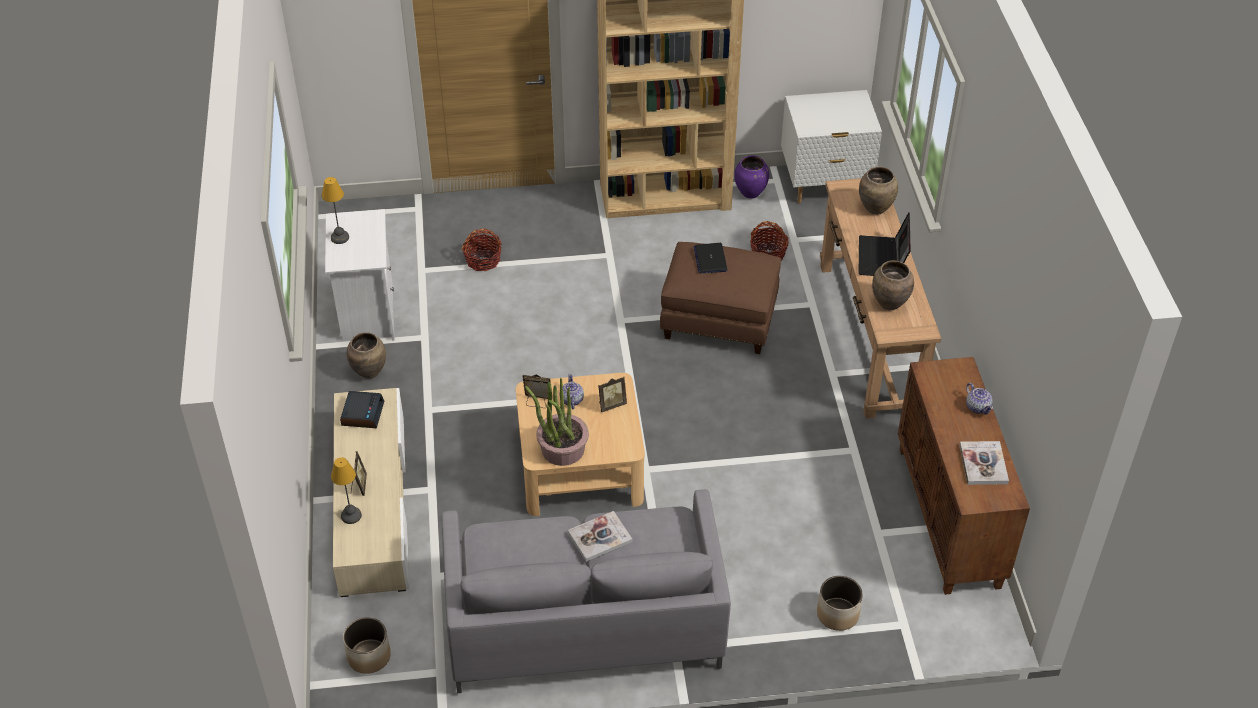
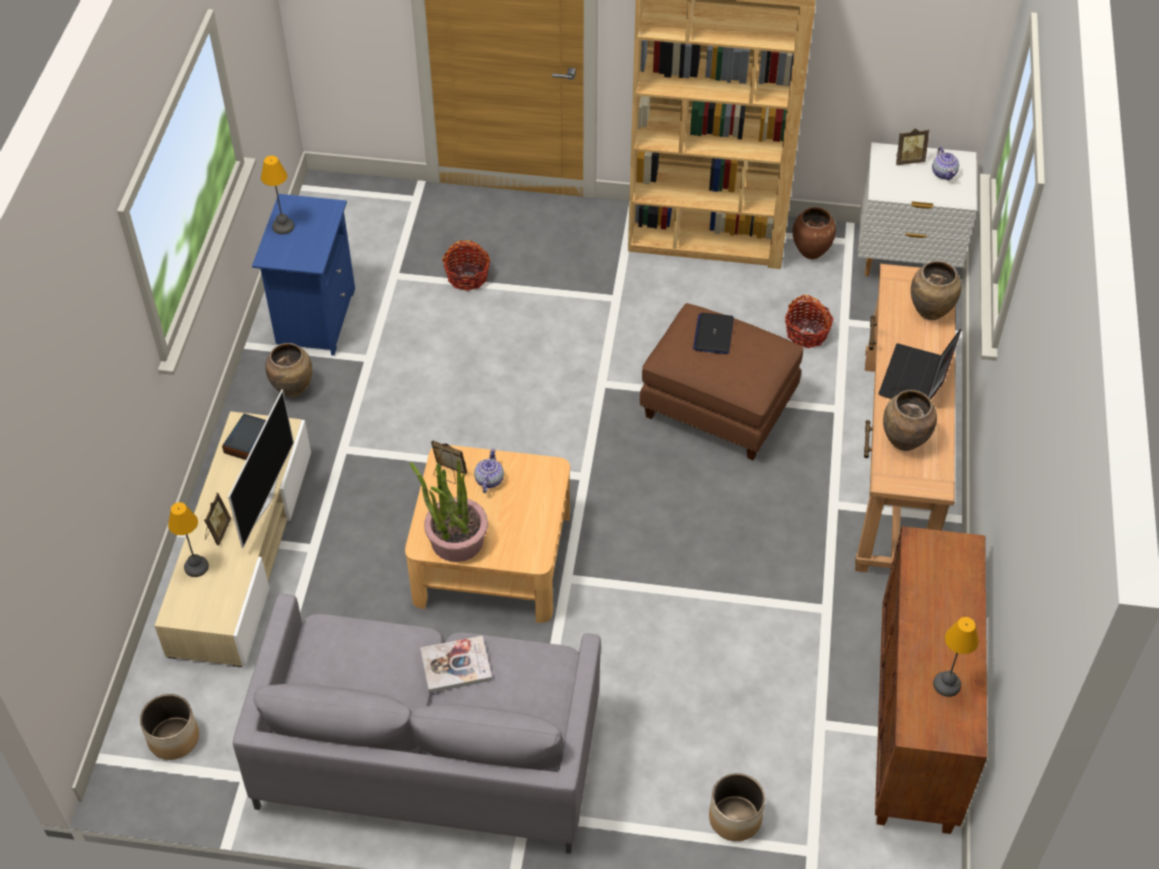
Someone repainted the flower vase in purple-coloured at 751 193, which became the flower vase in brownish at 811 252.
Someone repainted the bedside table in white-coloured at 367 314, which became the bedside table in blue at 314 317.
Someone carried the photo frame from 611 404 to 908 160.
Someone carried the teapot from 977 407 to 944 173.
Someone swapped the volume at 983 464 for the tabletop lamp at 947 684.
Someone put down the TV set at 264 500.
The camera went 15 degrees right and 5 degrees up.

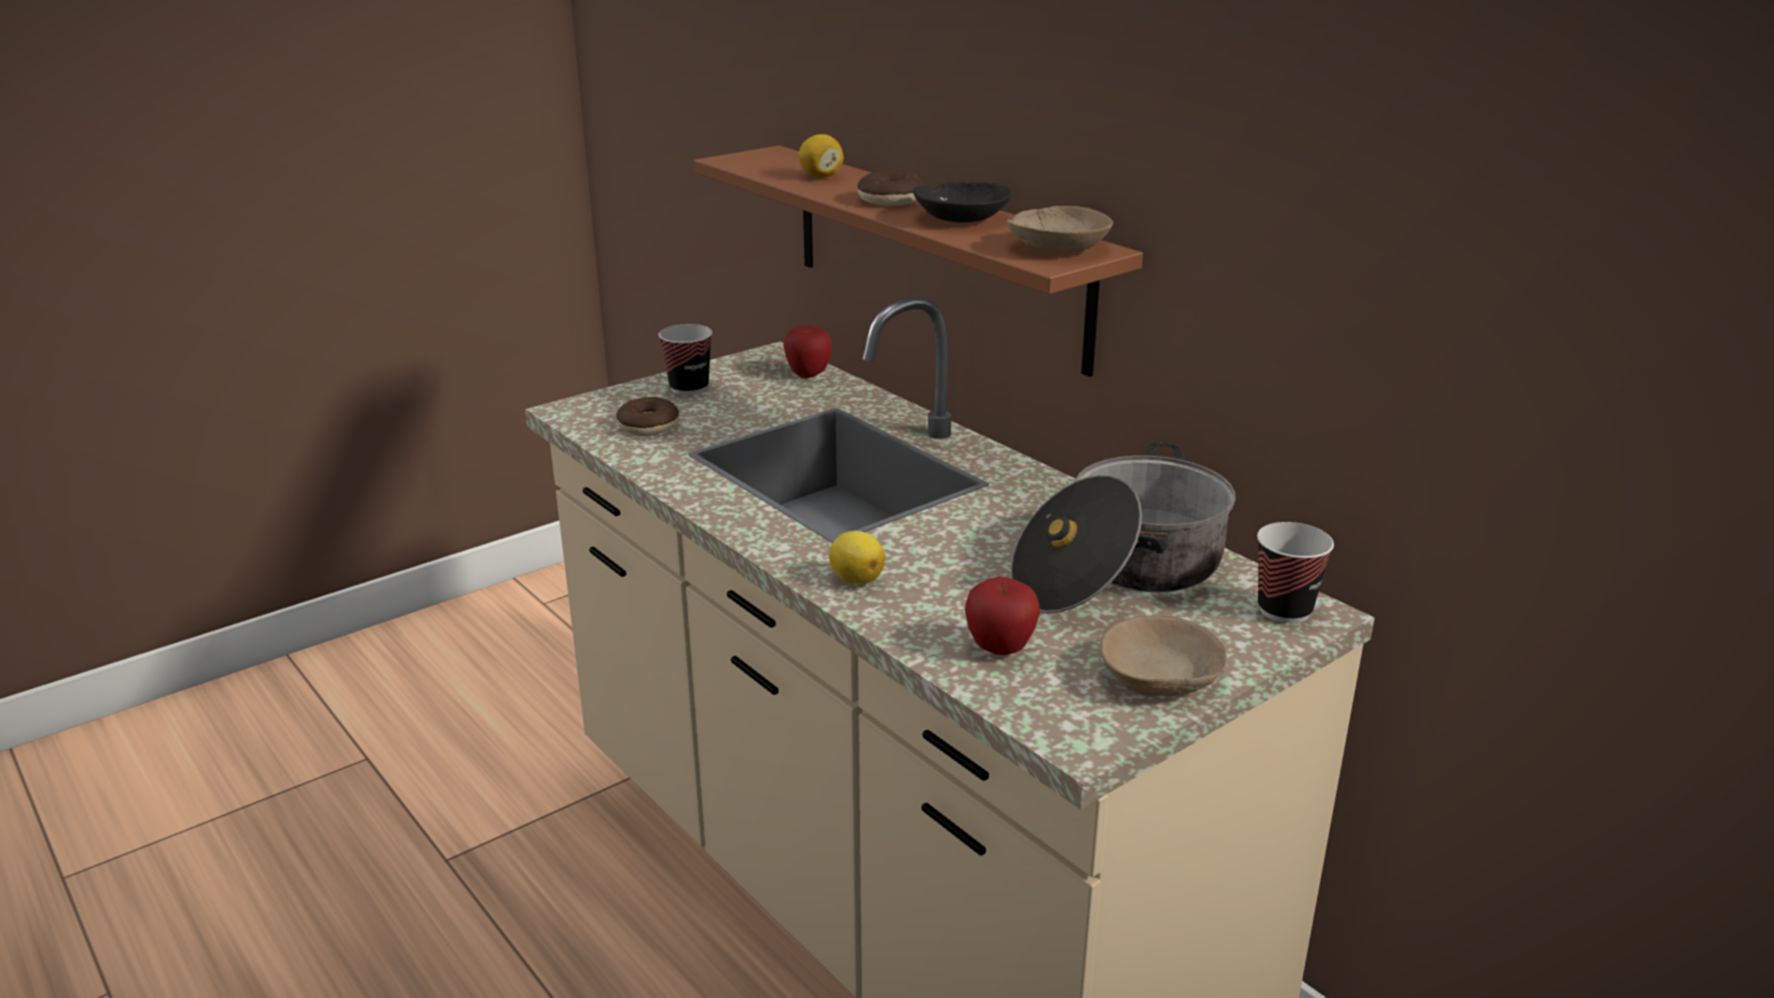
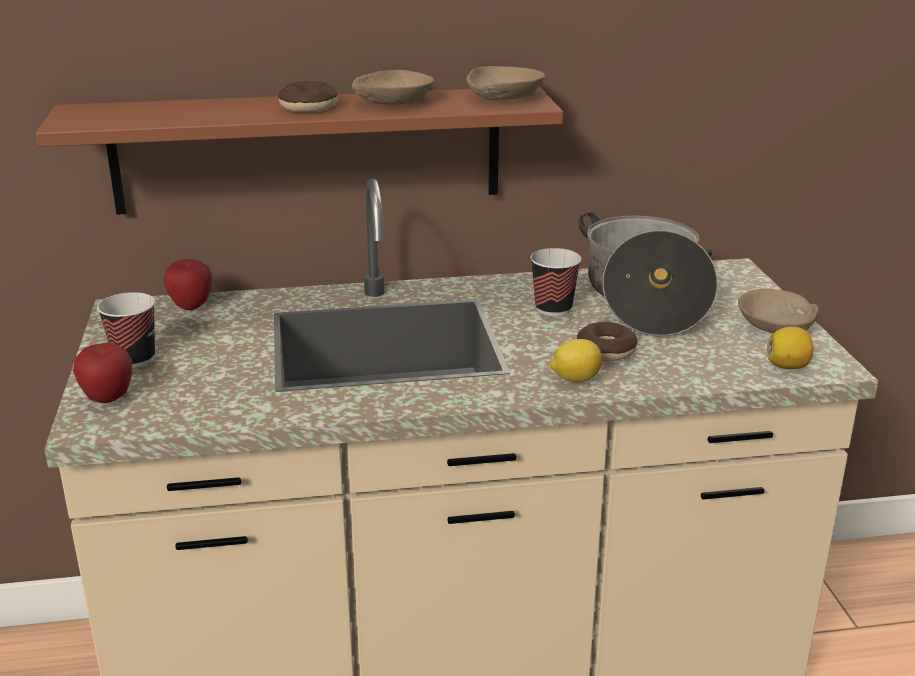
Someone carried the lemon from 820 176 to 788 366.
Someone repainted the serving bowl in black at 960 218, which became the serving bowl in sand-coloured at 393 102.
Someone carried the donut from 648 426 to 606 350.
Someone carried the cup from 1284 610 to 553 309.
Someone carried the apple fruit from 1000 649 to 108 398.
The camera went 60 degrees left and 0 degrees up.

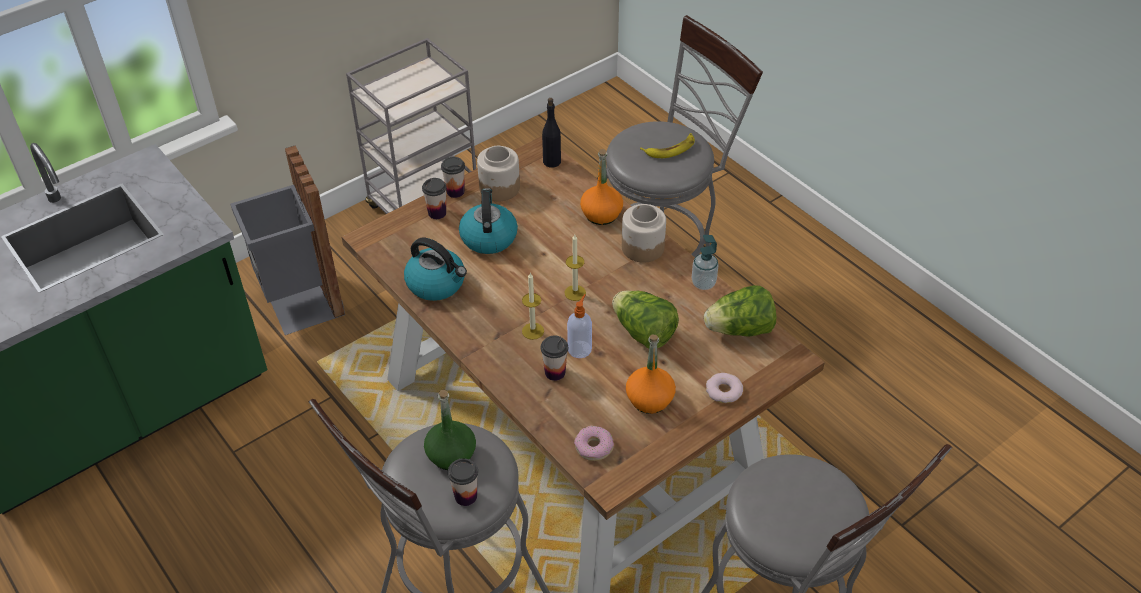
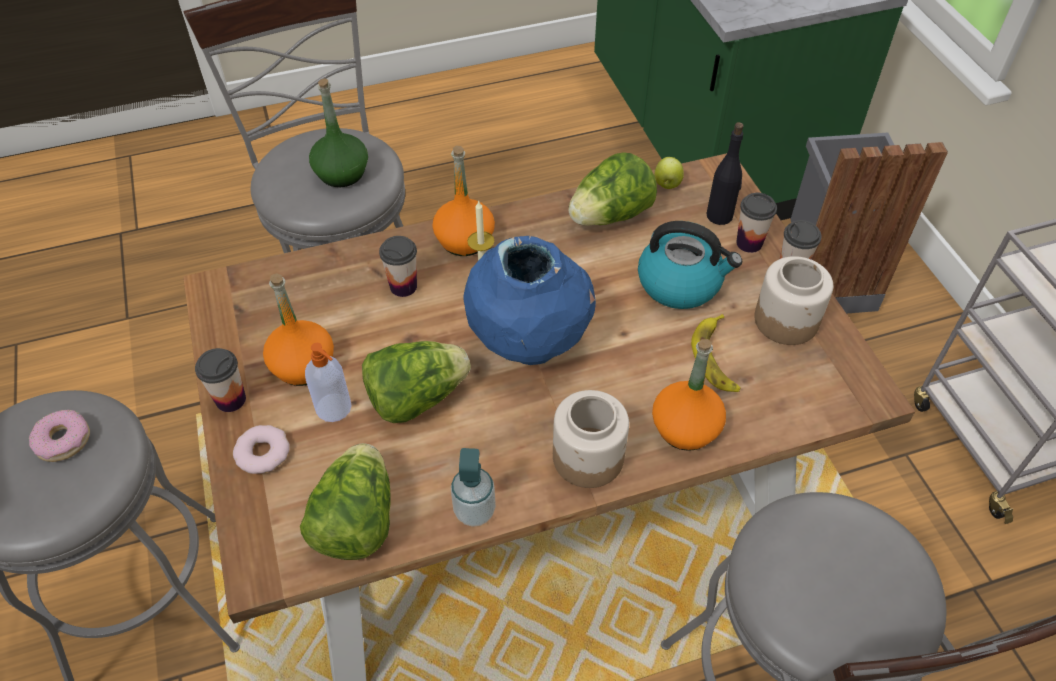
Someone carried the drink bottle in black from 551 161 to 720 216.
Someone carried the whole banana from 670 149 to 716 358.
Someone swapped the candle at 575 293 for the flower vase in blue at 530 345.
Someone swapped the kettle at 437 283 for the lettuce at 610 216.
Someone carried the liquid soap bottle from 580 348 to 334 408.
Someone carried the donut from 594 447 to 63 440.
Someone carried the cup from 466 496 to 231 399.
Someone put down the drink bottle in orange-coloured at 465 240.
Someone put down the apple fruit at 667 184.
The camera went 110 degrees right and 5 degrees up.

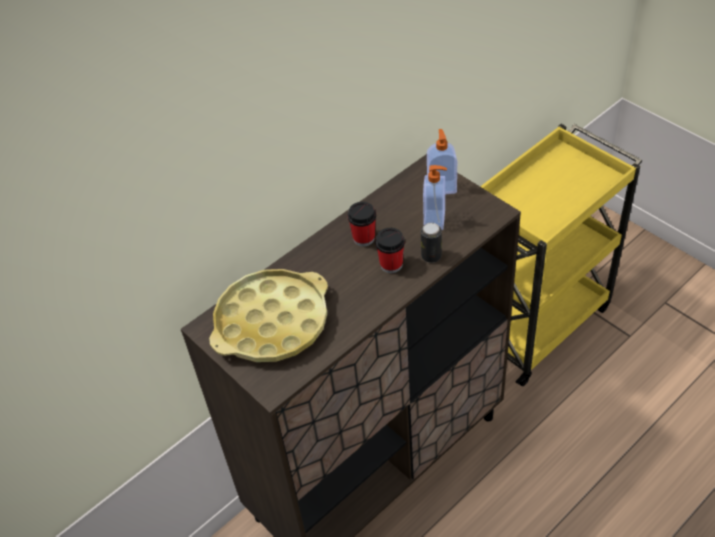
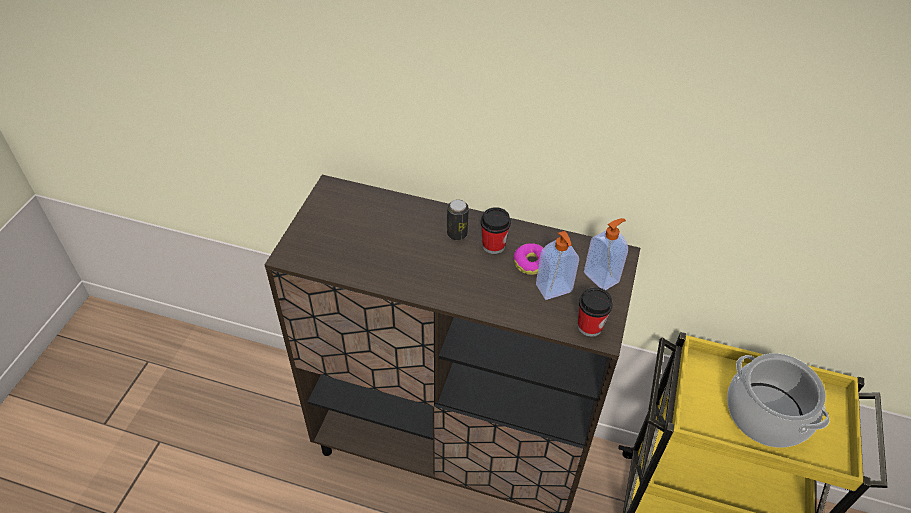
Someone carried the can from 431 256 to 457 234.
Someone carried the cup from 391 265 to 589 326.
Someone took away the carrying tray in yellow-coloured at 272 322.
Someone put down the donut at 530 263.
Someone put down the cooking pot at 766 414.
The camera went 55 degrees right and 0 degrees up.

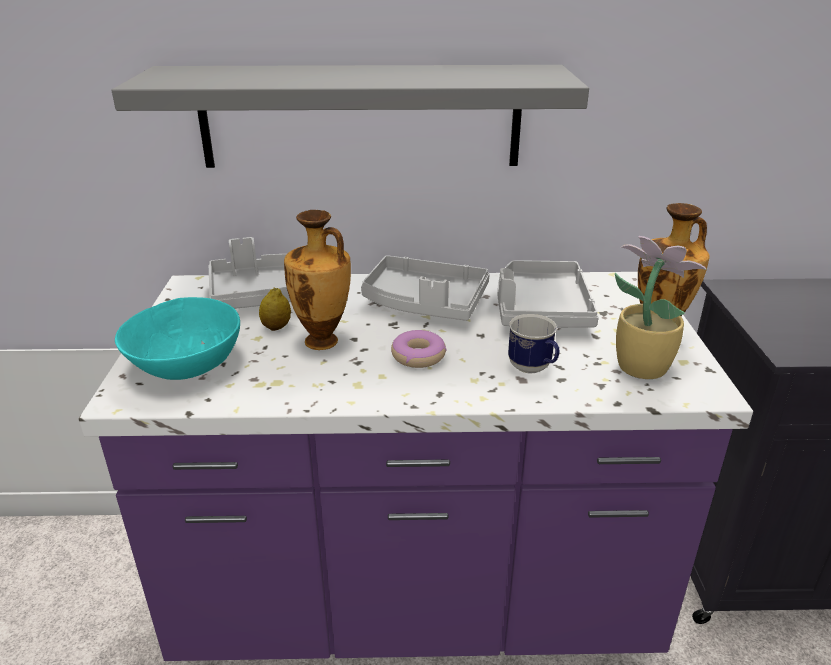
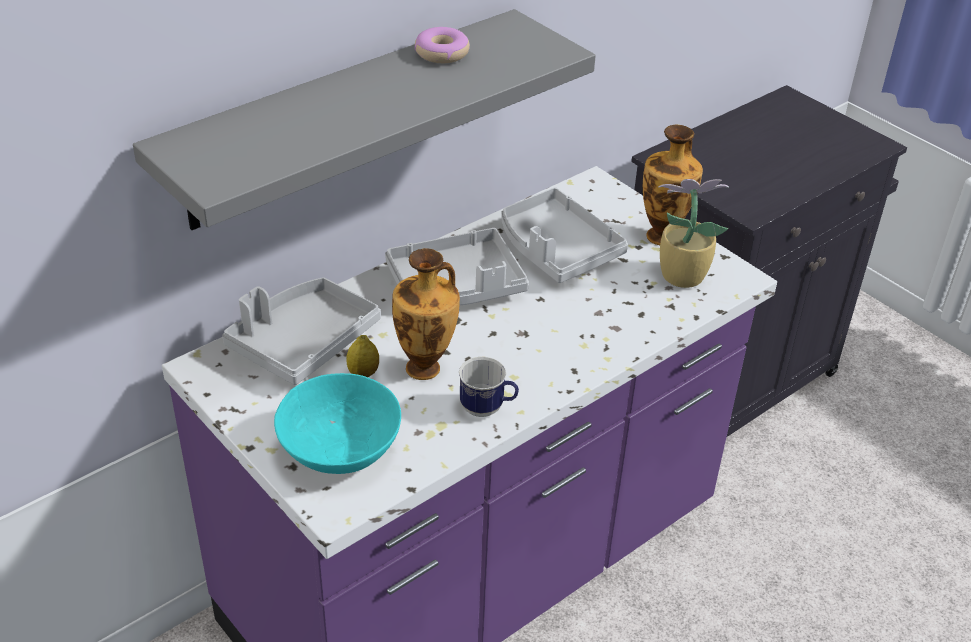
Someone carried the mug from 533 369 to 487 409.
Someone carried the donut from 418 356 to 442 53.
The camera went 40 degrees left and 10 degrees up.

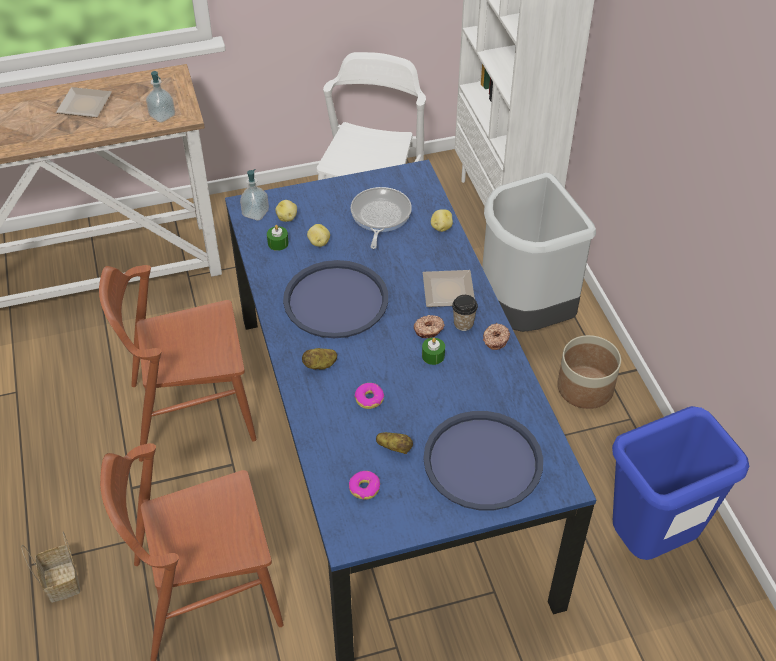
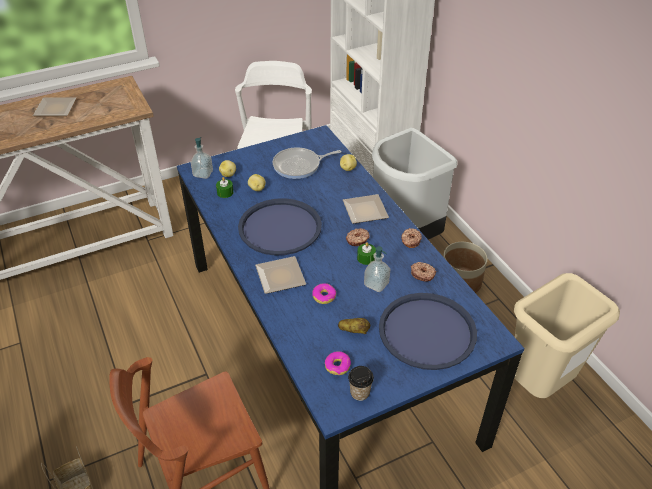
Someone carried the liquid soap bottle from 162 116 to 376 284.
Someone rotated the skillet at 380 216 by 105 degrees counterclockwise.
Someone took away the upright chair in brownish at 192 411.
Someone carried the cup from 463 324 to 360 393.
Someone swapped the whole potato at 320 365 for the plate at 278 276.
Someone repainted the waste bin in blue at 649 543, which became the waste bin in sand-coloured at 538 386.
Someone put down the donut at 422 274.
The camera went 10 degrees left and 5 degrees down.

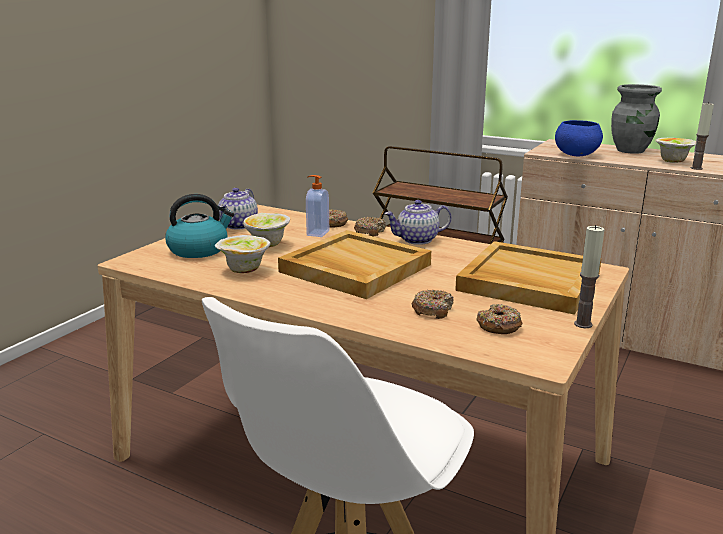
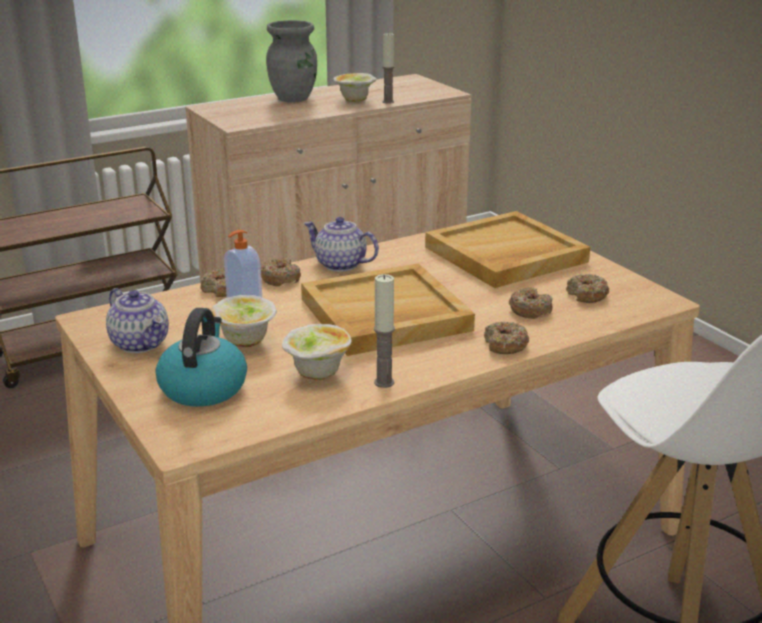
Someone took away the serving bowl in blue at 576 155.
Someone rotated the teapot at 417 240 by 105 degrees clockwise.
Someone carried the candle from 583 324 to 384 382.
Someone put down the donut at 505 345.
The camera went 60 degrees left and 5 degrees up.

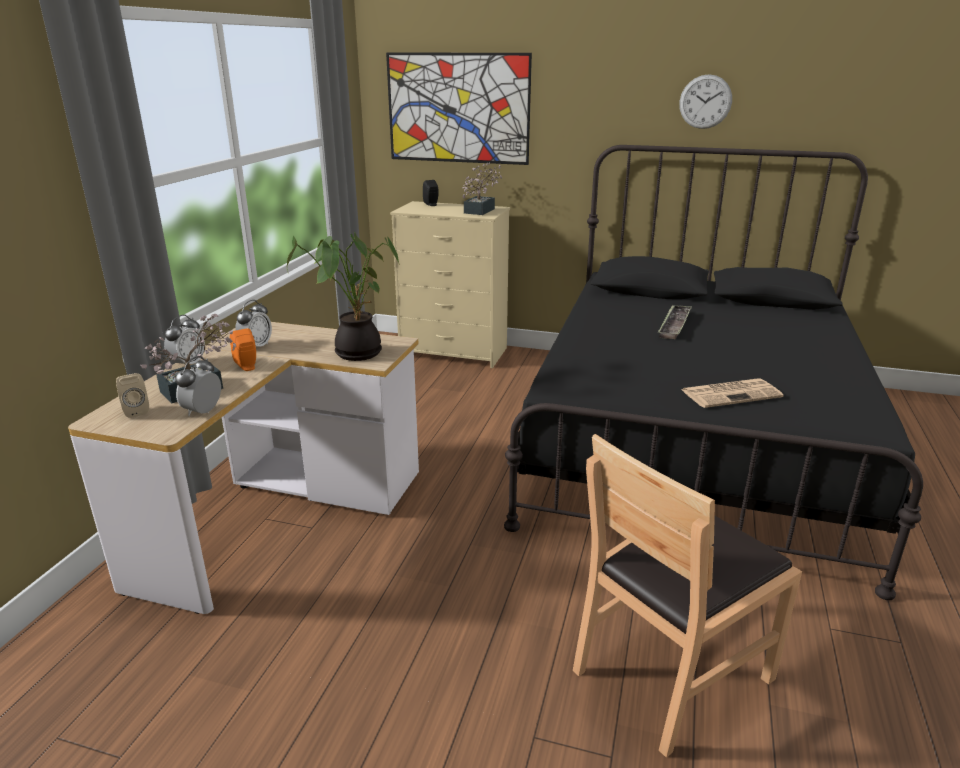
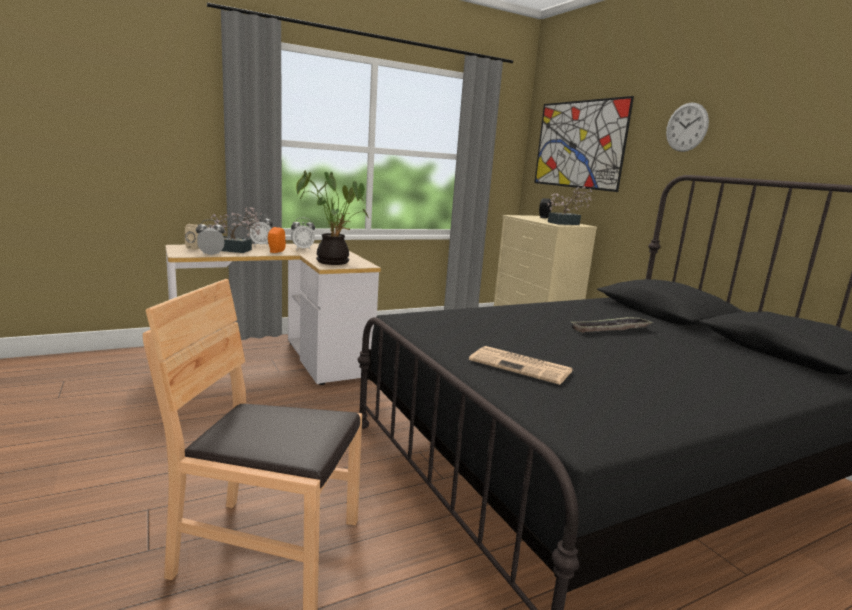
Someone carried the clock on the wall from 705 102 to 686 127.
The camera went 45 degrees right and 10 degrees down.

